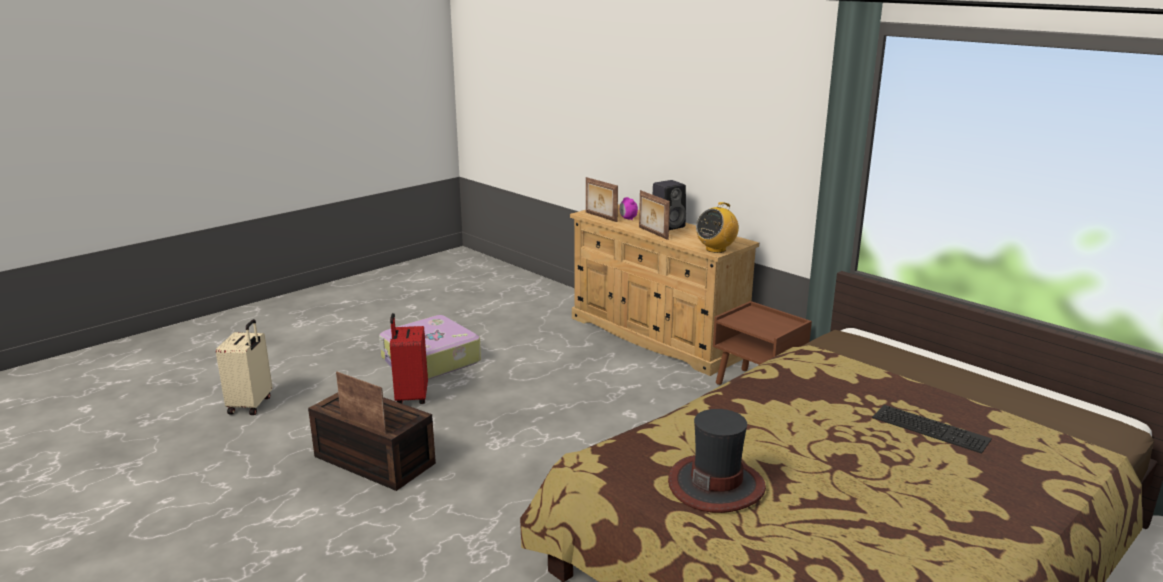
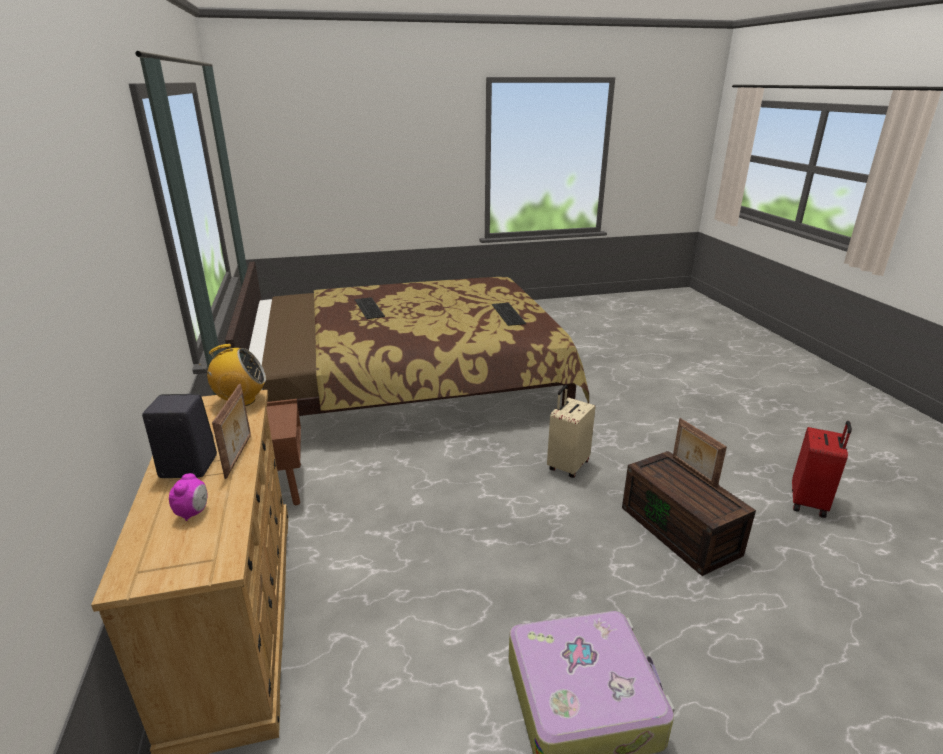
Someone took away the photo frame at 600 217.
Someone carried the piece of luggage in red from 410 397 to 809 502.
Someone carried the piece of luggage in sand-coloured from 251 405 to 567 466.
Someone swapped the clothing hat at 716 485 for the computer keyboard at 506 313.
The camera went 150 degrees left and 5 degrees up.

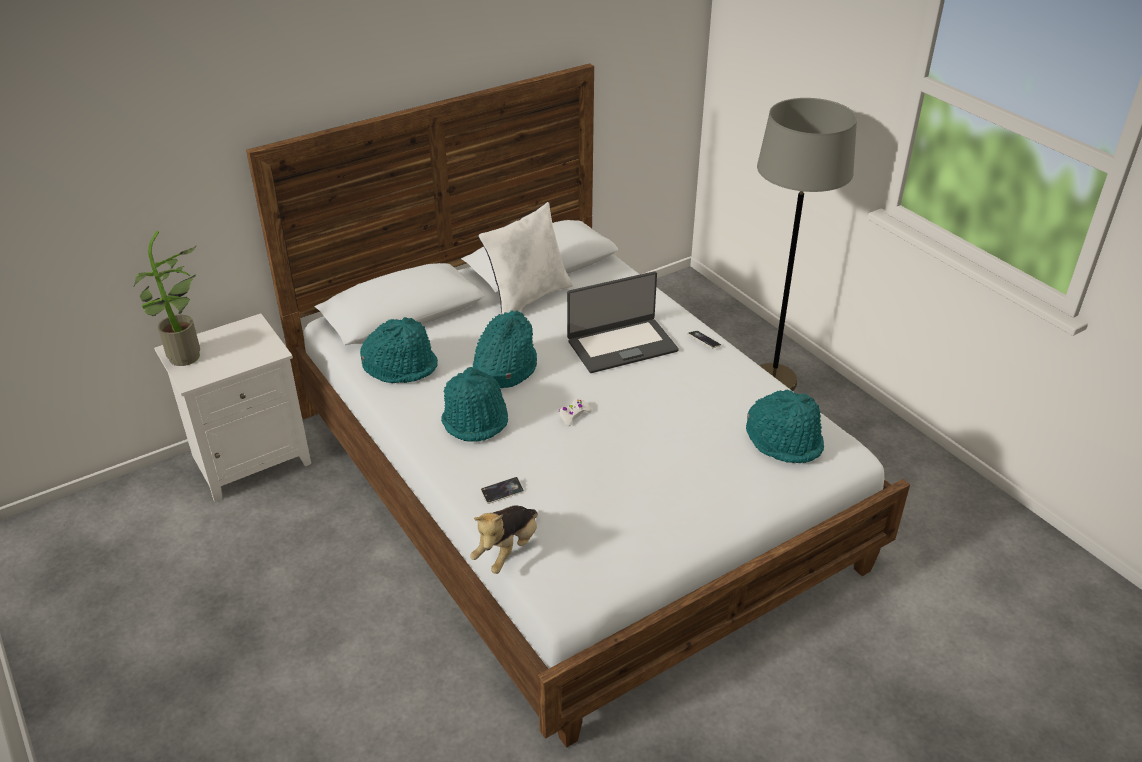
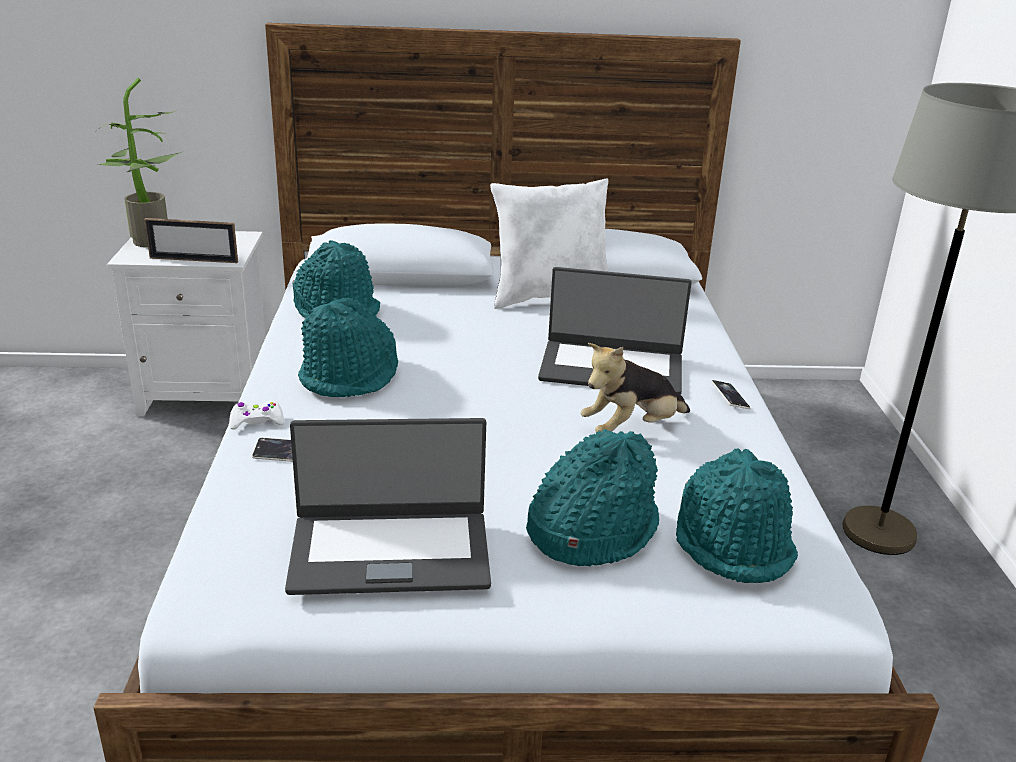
Someone carried the clothing hat in turquoise-coloured from 504 368 to 591 530.
Someone carried the game controller in white-coloured from 574 415 to 256 421.
Someone carried the plush toy from 507 550 to 631 429.
Someone put down the photo frame at 194 260.
Someone put down the laptop at 390 551.
The camera went 30 degrees right and 10 degrees down.

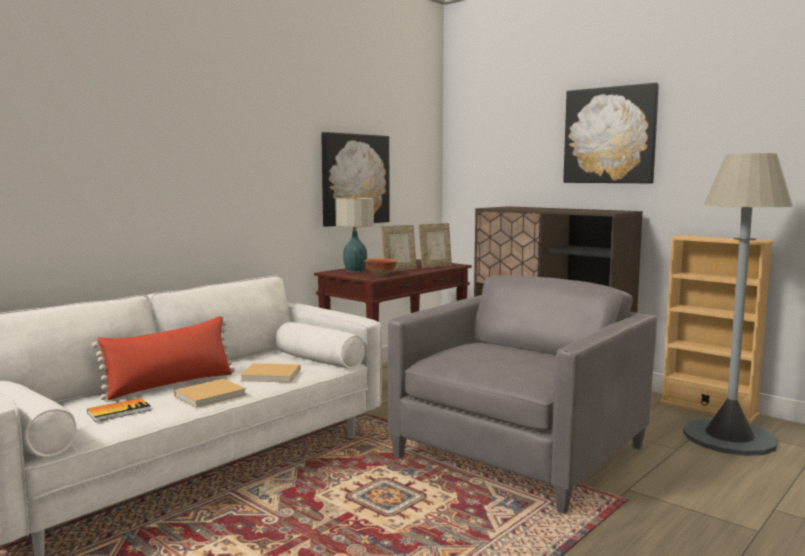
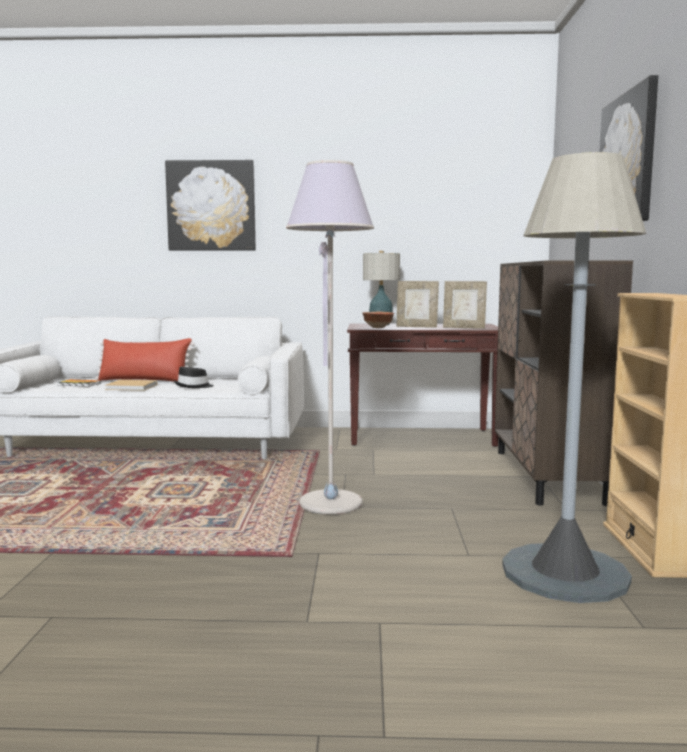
Someone carried the wall art from 355 179 to 211 206.
Someone swapped the easy chair in greyish at 520 453 for the standing lamp in greyish at 331 504.
Someone swapped the volume in sand-coloured at 273 375 for the clothing hat in black at 193 386.
The camera went 50 degrees right and 0 degrees up.

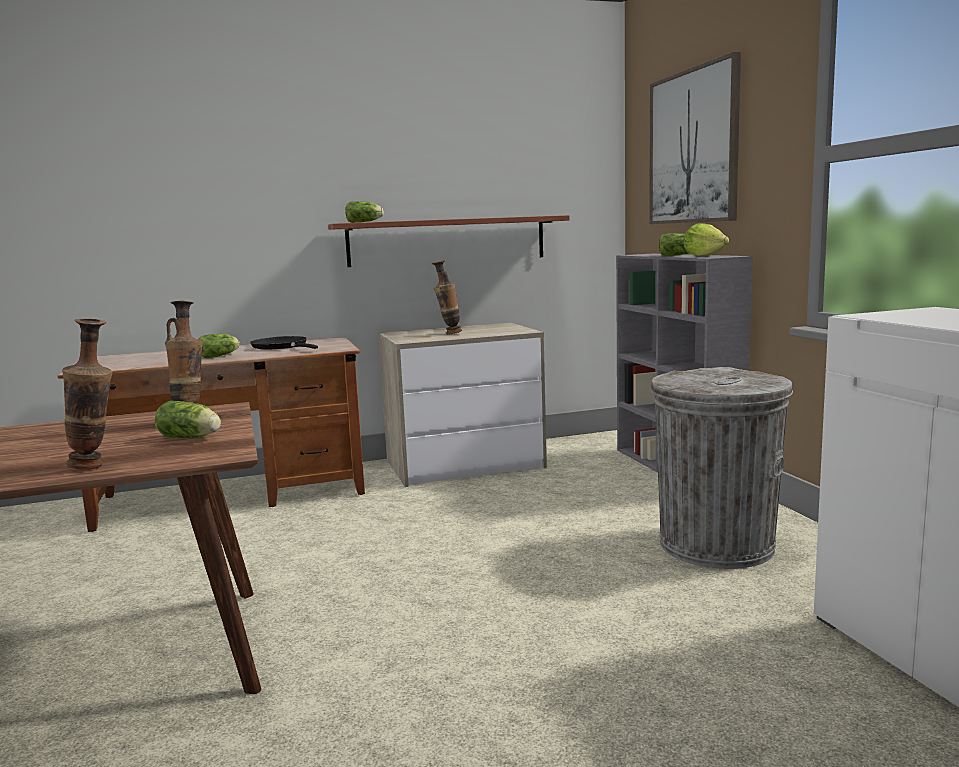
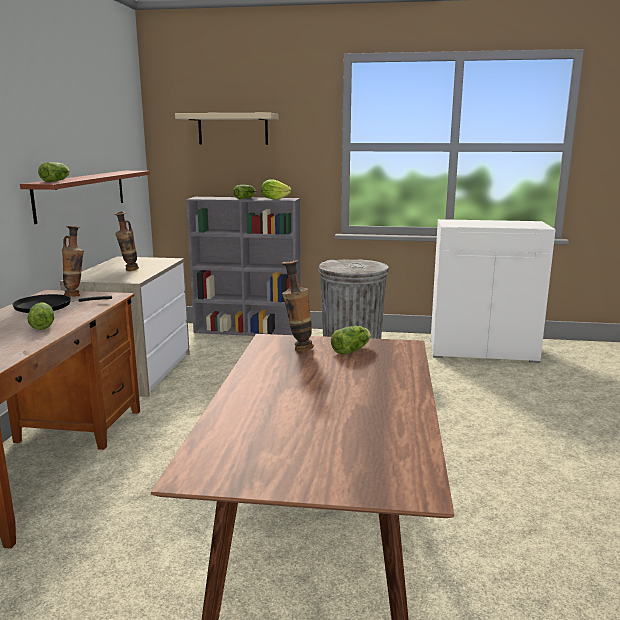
Someone swapped the wall art at 693 147 for the wall shelf in sand-coloured at 233 129.
Someone carried the flower vase from 96 467 to 76 295.
The camera went 65 degrees left and 5 degrees up.

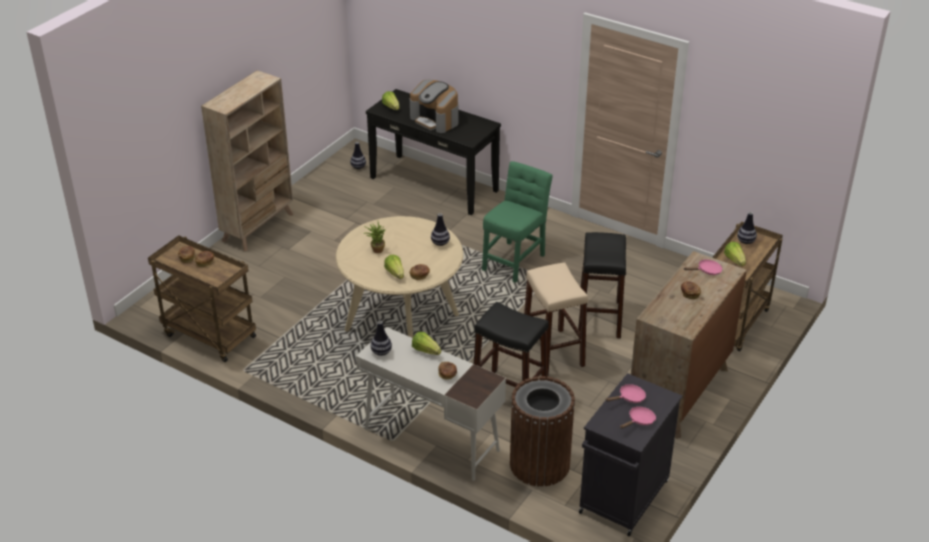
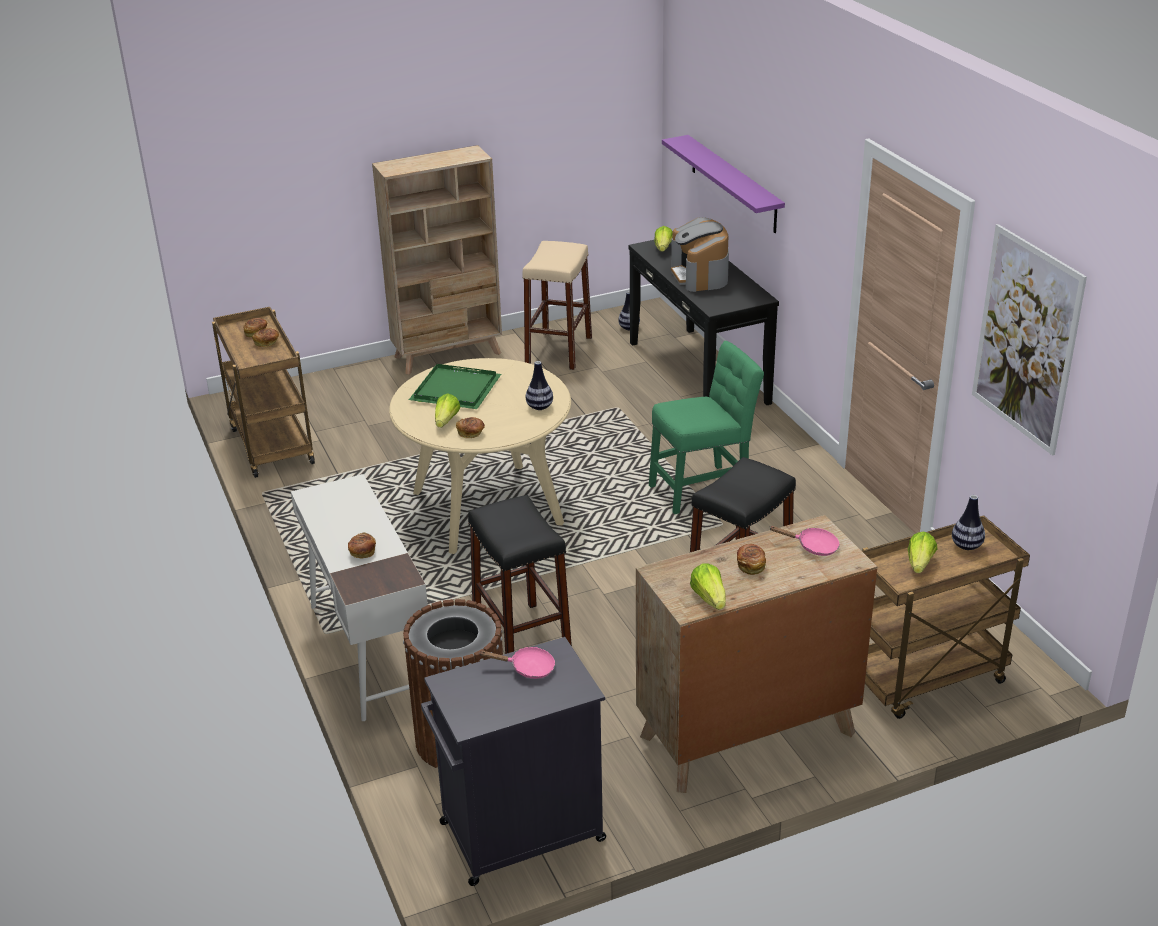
Someone swapped the houseplant at 376 249 for the carrying tray in greenish at 457 389.
Someone carried the sitting stool in sand-coloured from 553 352 to 558 350.
Someone took away the flower vase at 381 352.
Someone carried the lettuce from 426 350 to 709 598.
Someone took away the skillet in pink at 639 421.
Someone put up the wall shelf in purple-coloured at 733 184.
Someone put up the wall art at 1026 339.
The camera went 35 degrees right and 5 degrees down.

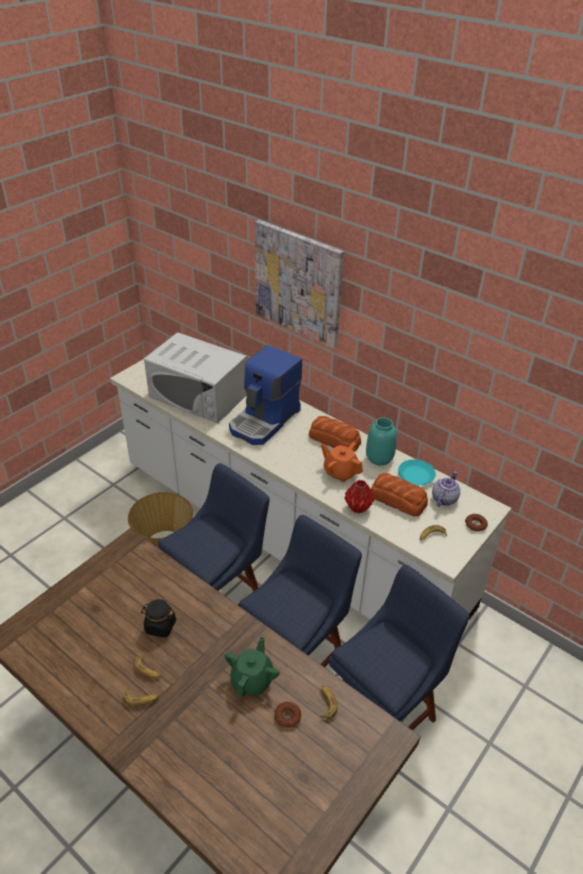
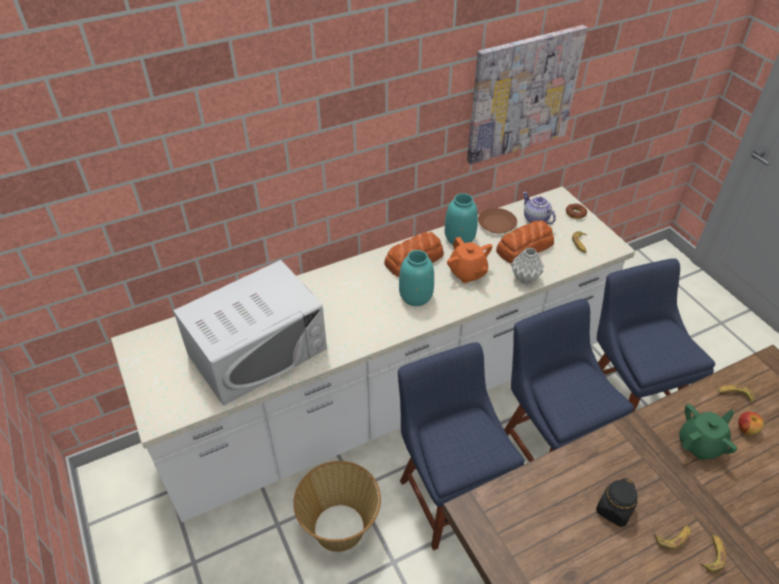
Someone carried the wall art from 298 283 to 523 95.
Someone took away the coffee maker at 265 420.
Someone rotated the teapot in orange-coloured at 340 472 by 90 degrees counterclockwise.
Someone repainted the plate in turquoise-coloured at 416 475, which became the plate in brownish at 496 224.
Someone repainted the flower vase in red at 358 508, which became the flower vase in greyish at 525 278.
Someone rotated the teapot in greenish at 252 680 by 105 degrees clockwise.
Someone swapped the donut at 287 716 for the apple fruit at 746 429.
Someone put down the flower vase in turquoise-coloured at 415 297.
The camera went 65 degrees left and 5 degrees up.

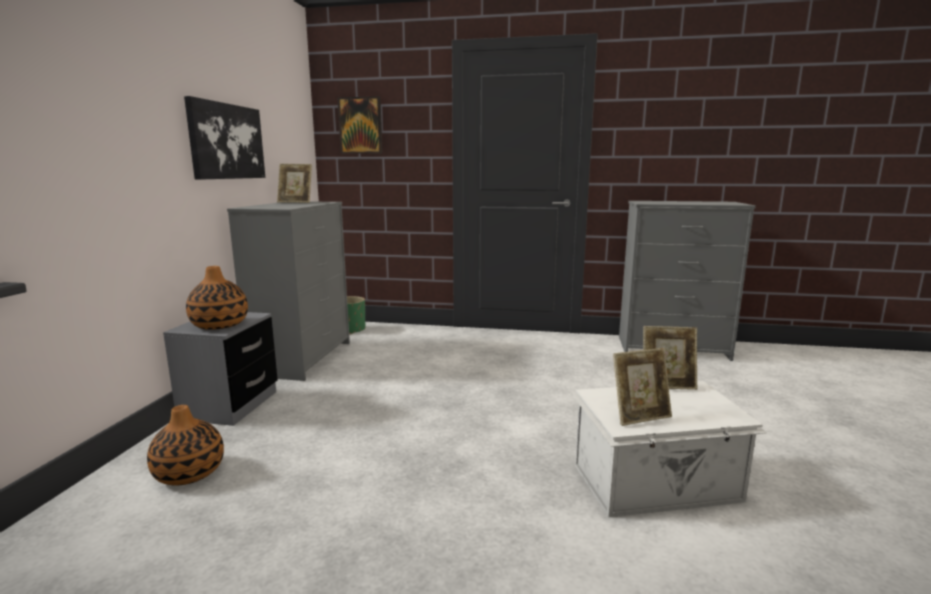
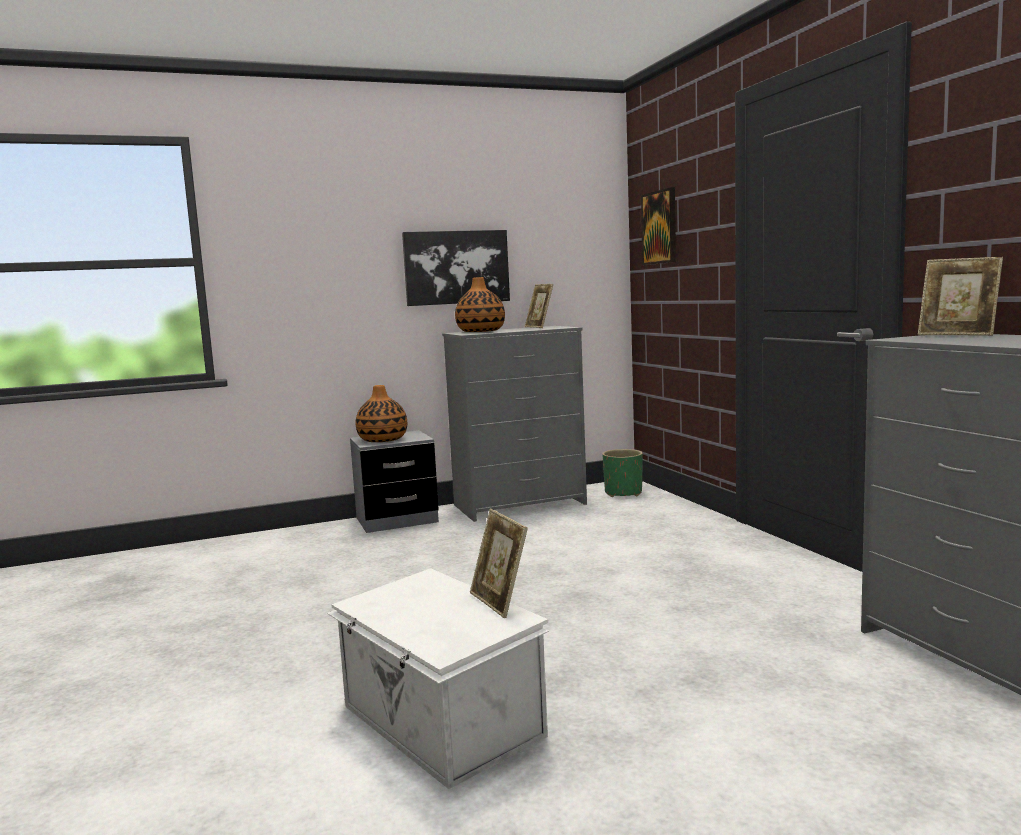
Someone carried the photo frame from 640 416 to 957 334.
Someone carried the flower vase from 190 473 to 481 331.
The camera went 60 degrees right and 5 degrees down.

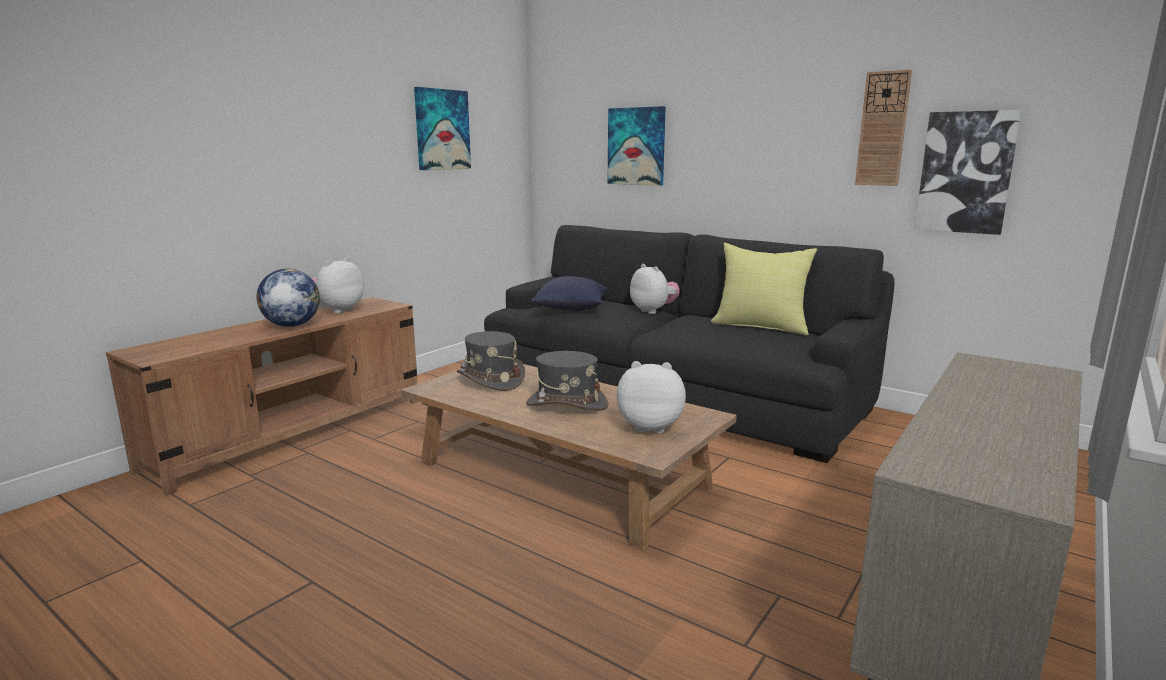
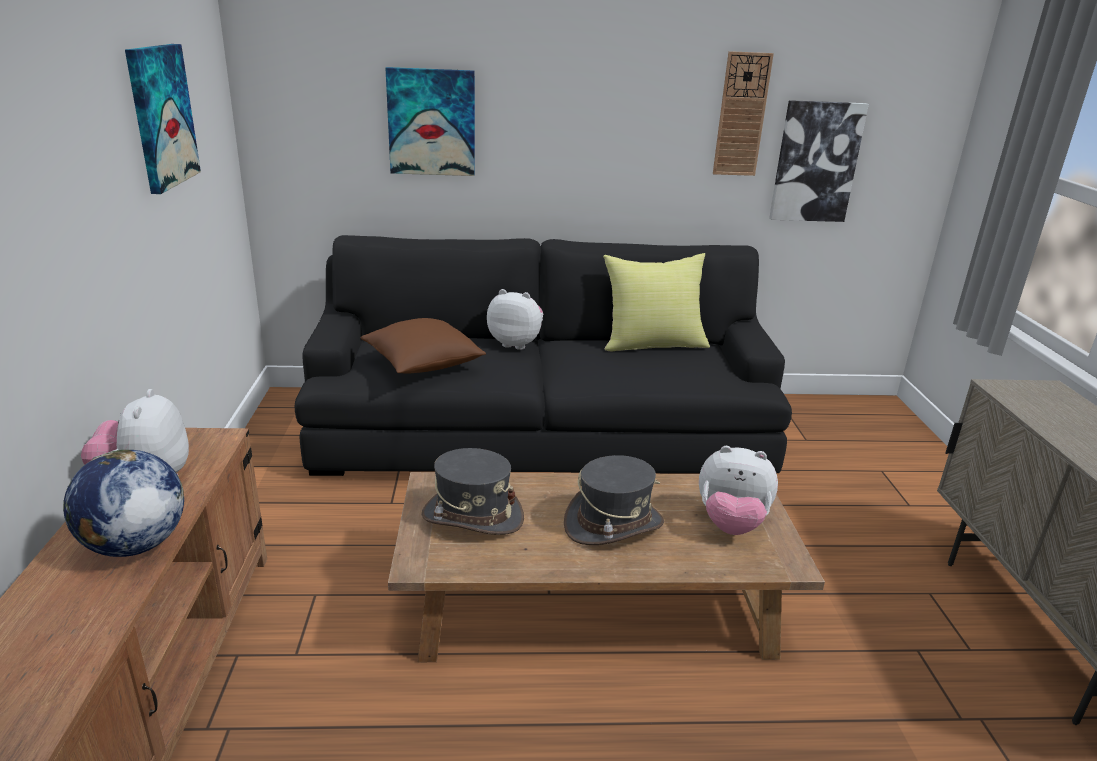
Someone repainted the pillow in blue at 570 309, which became the pillow in brownish at 423 364.
Someone rotated the plush toy at 650 426 by 135 degrees counterclockwise.
The camera went 40 degrees left and 10 degrees up.

